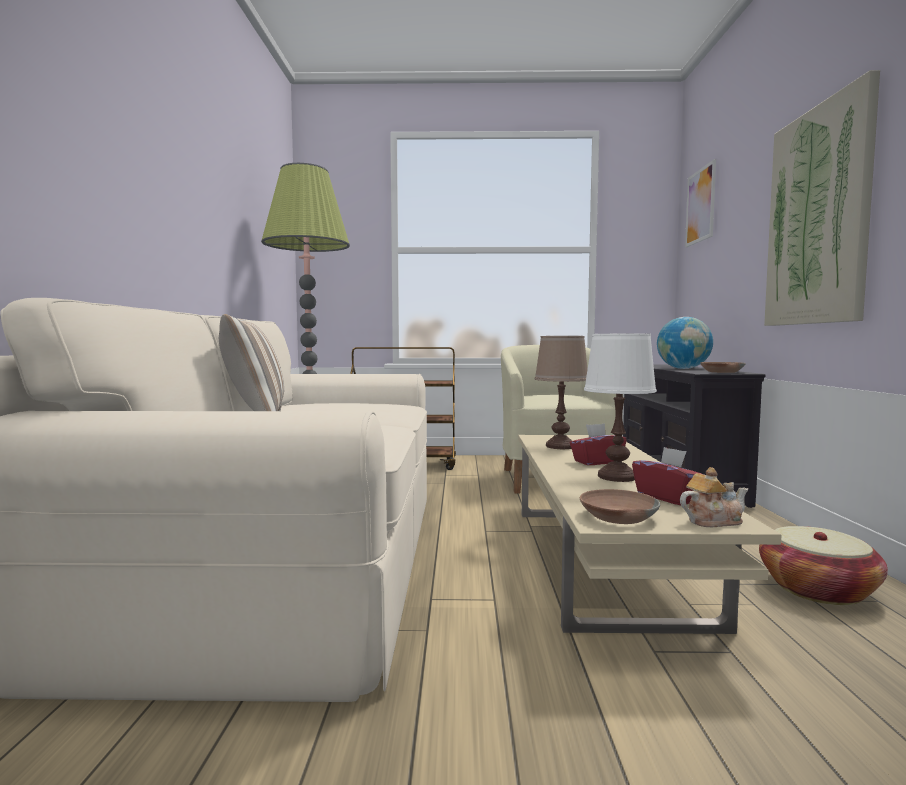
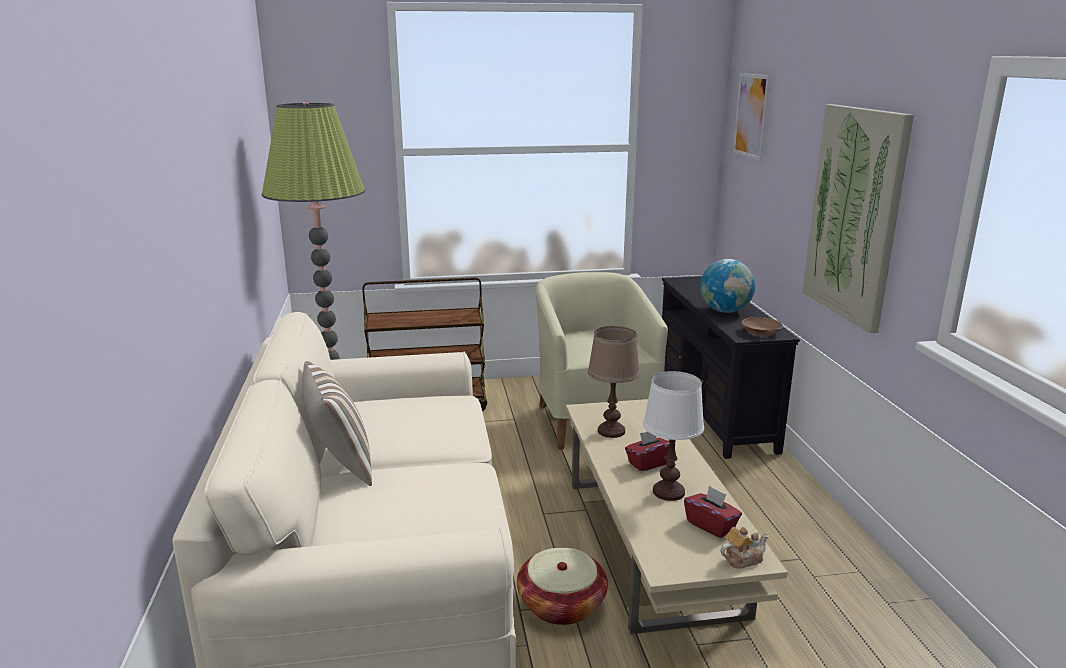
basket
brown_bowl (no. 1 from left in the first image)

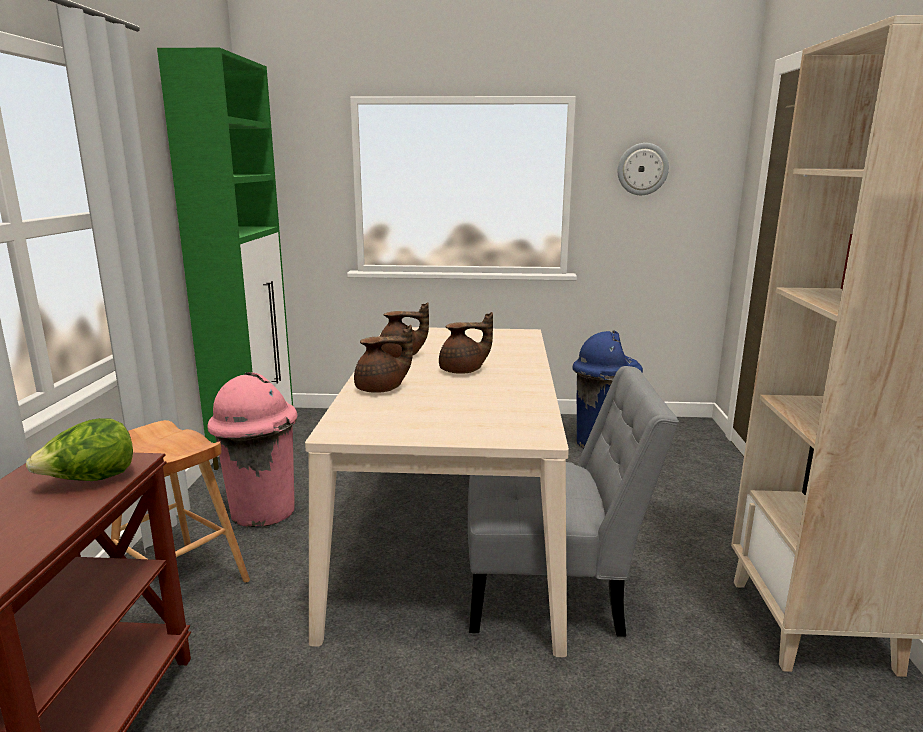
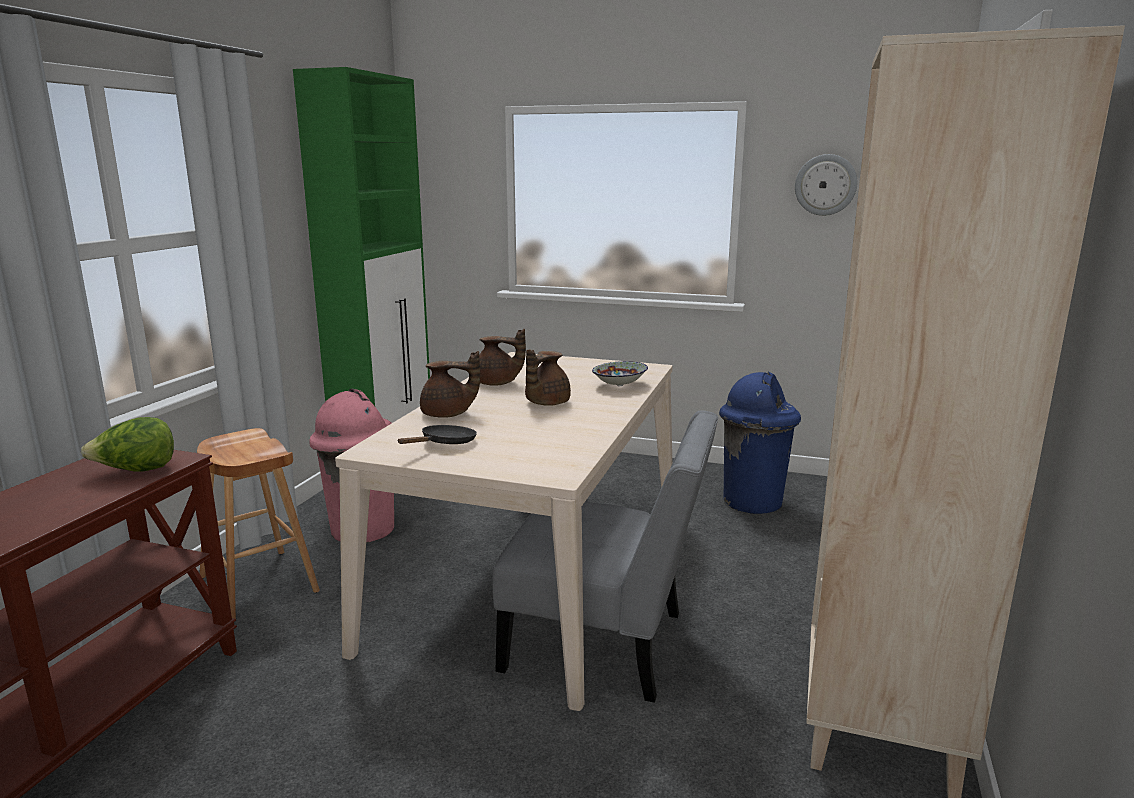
black_frying_pan
brown_teapot (no. 3 from left)
bowl

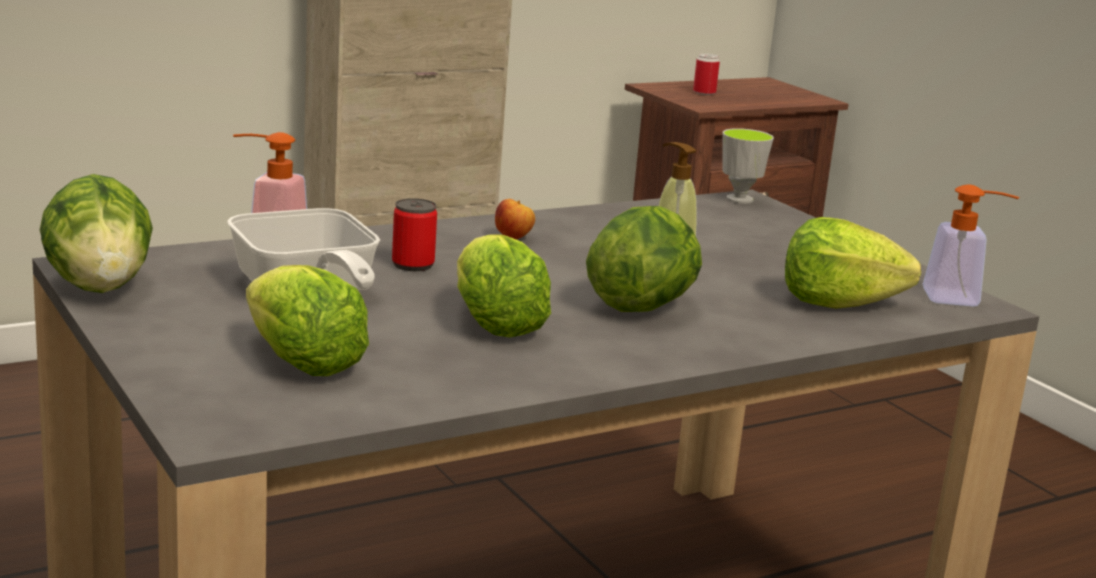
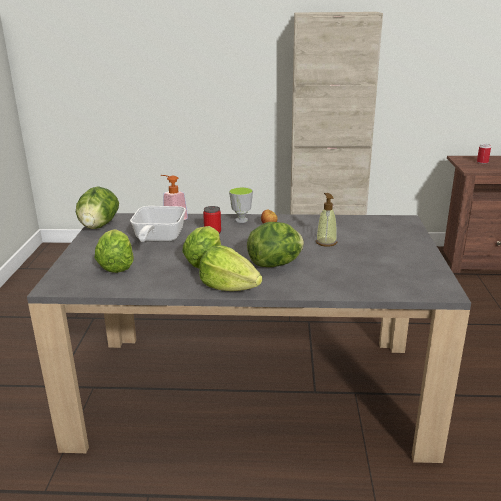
lettuce (no. 4 from left)
cup
soap_dispenser (no. 3 from left in the first image)

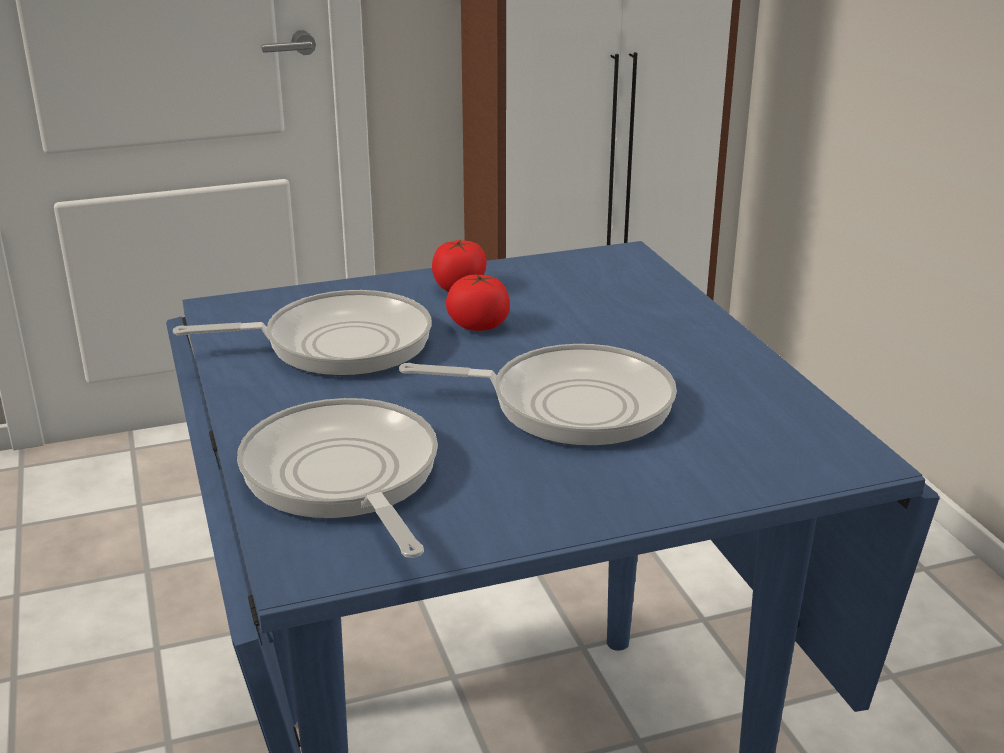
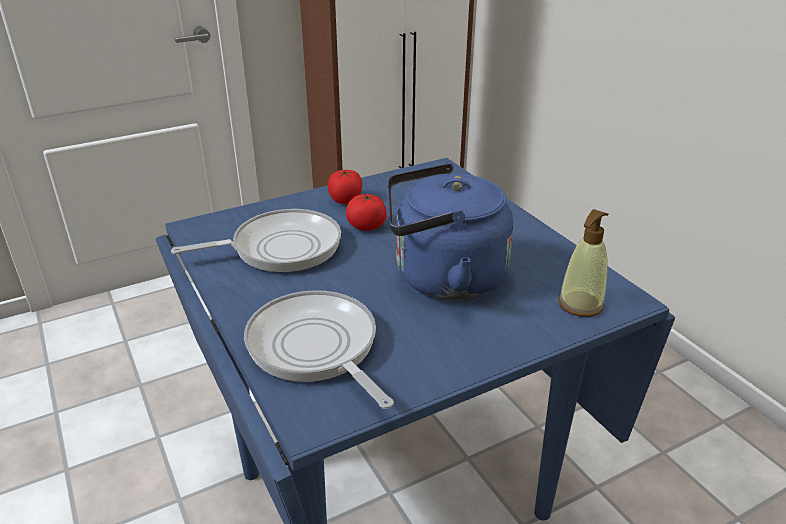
blue_kettle
soap_dispenser

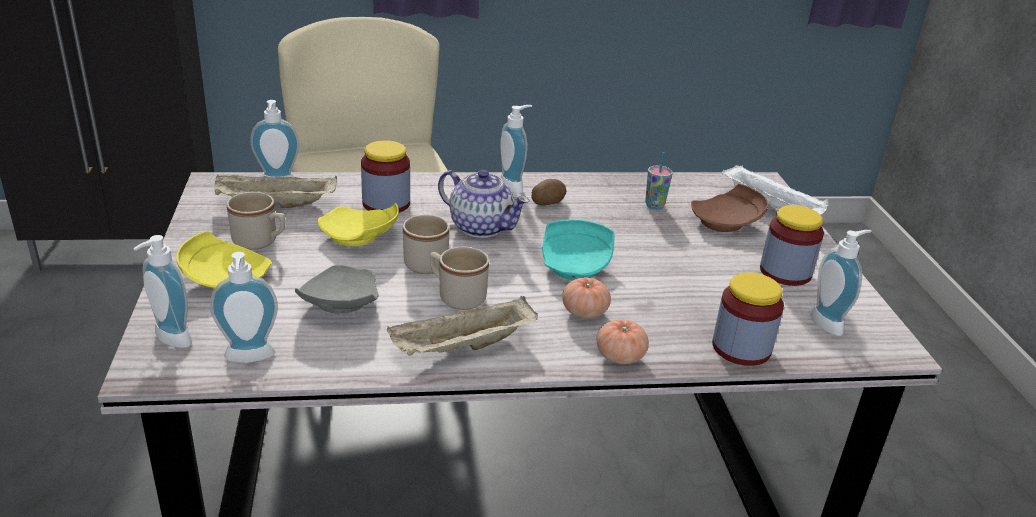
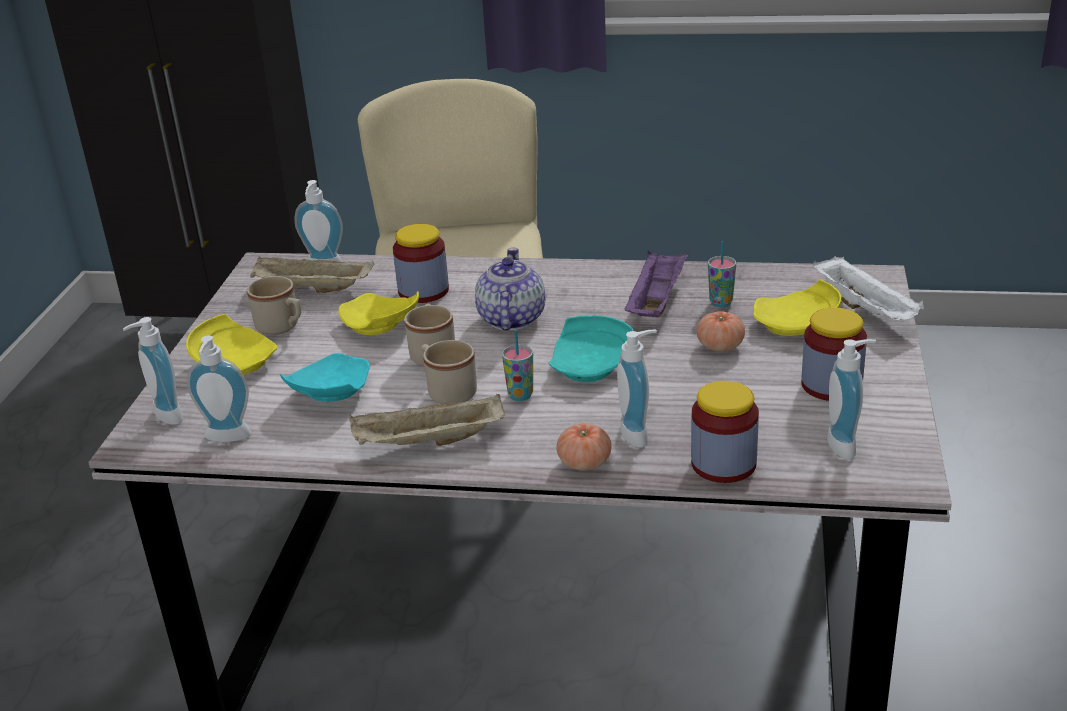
turquoise_plate (no. 1 from left)
teapot
cup (no. 1 from left)
soap_dispenser (no. 4 from left)
purple_tray
tomato (no. 2 from left)
yellow_plate (no. 3 from left)
potato

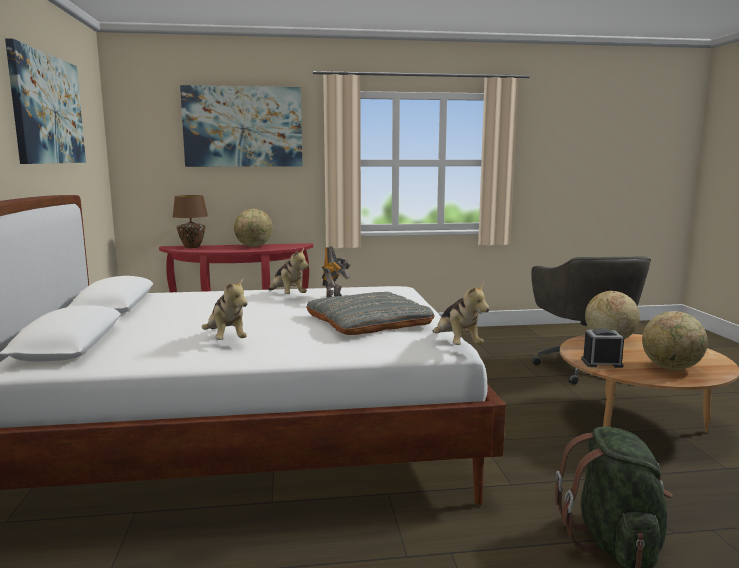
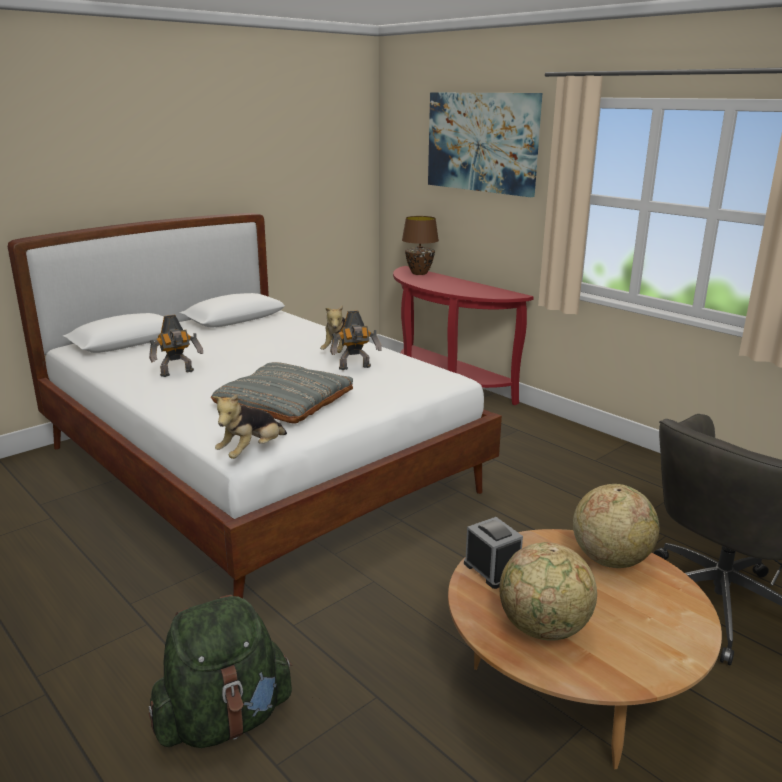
toy_robot (no. 1 from left)
picture (no. 1 from left in the first image)
globe (no. 1 from left in the first image)

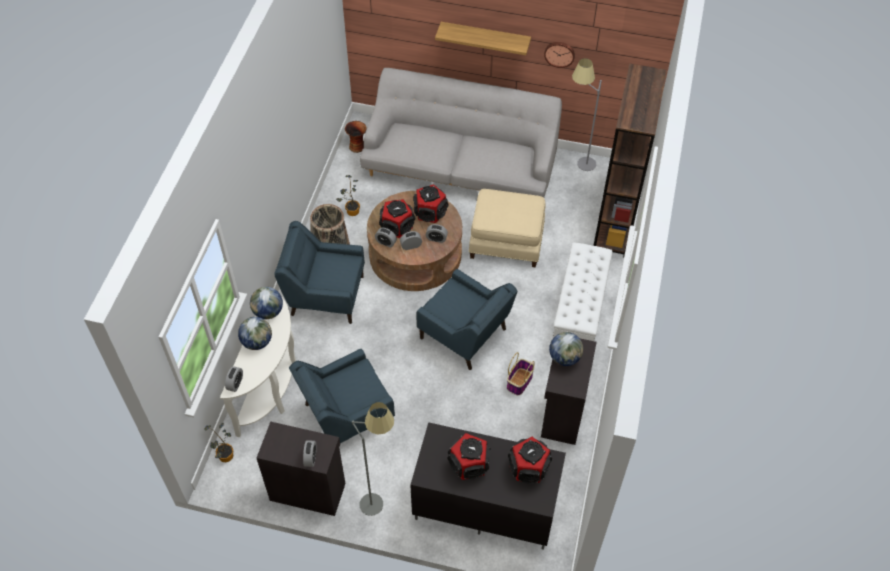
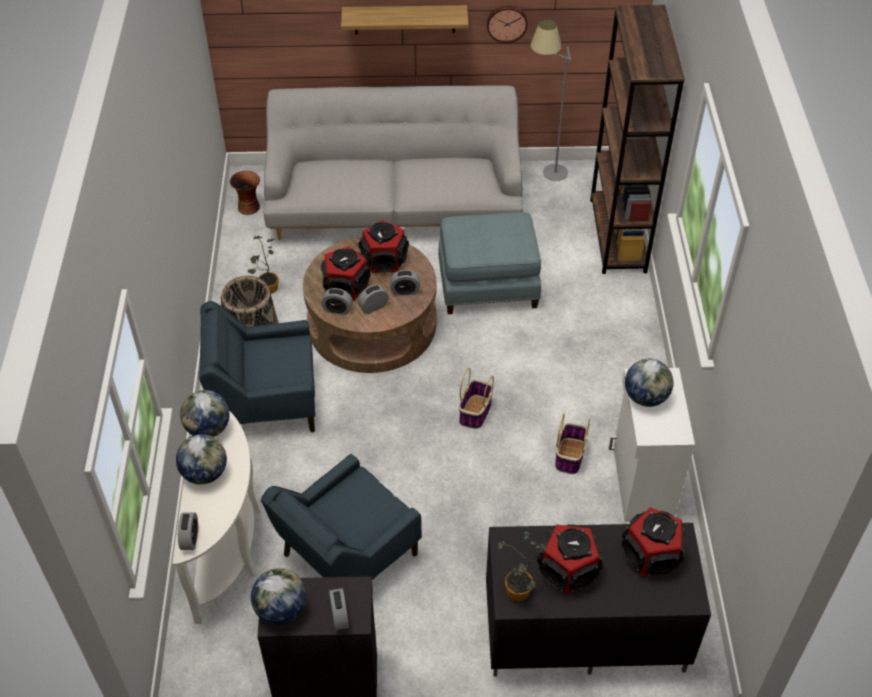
globe (no. 3 from left)
blue_ottoman
basket (no. 2 from left)
potted_plant (no. 2 from left)
white_cabinet
grey_floor_lamp (no. 1 from left in the first image)
white_bench

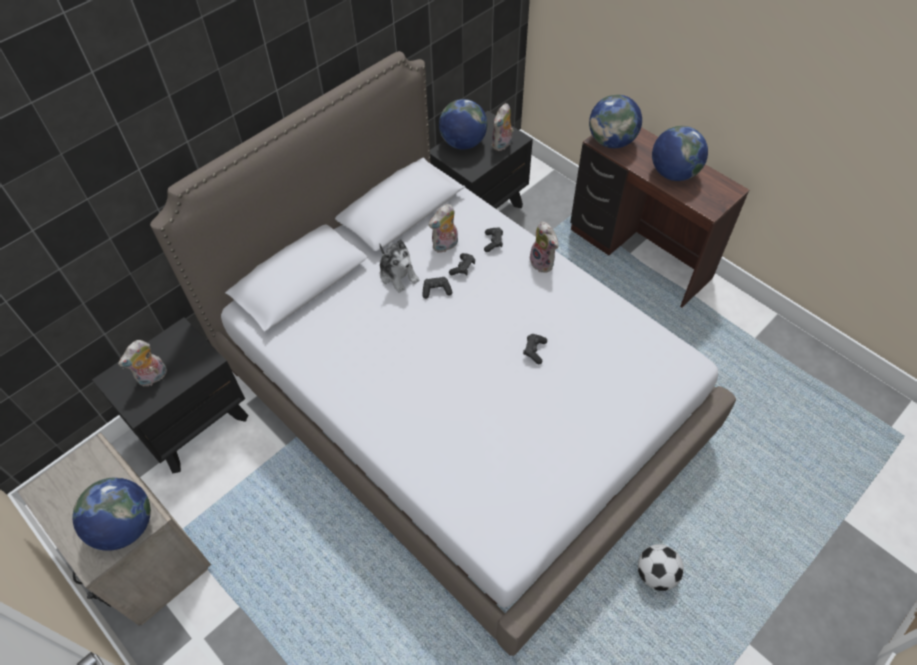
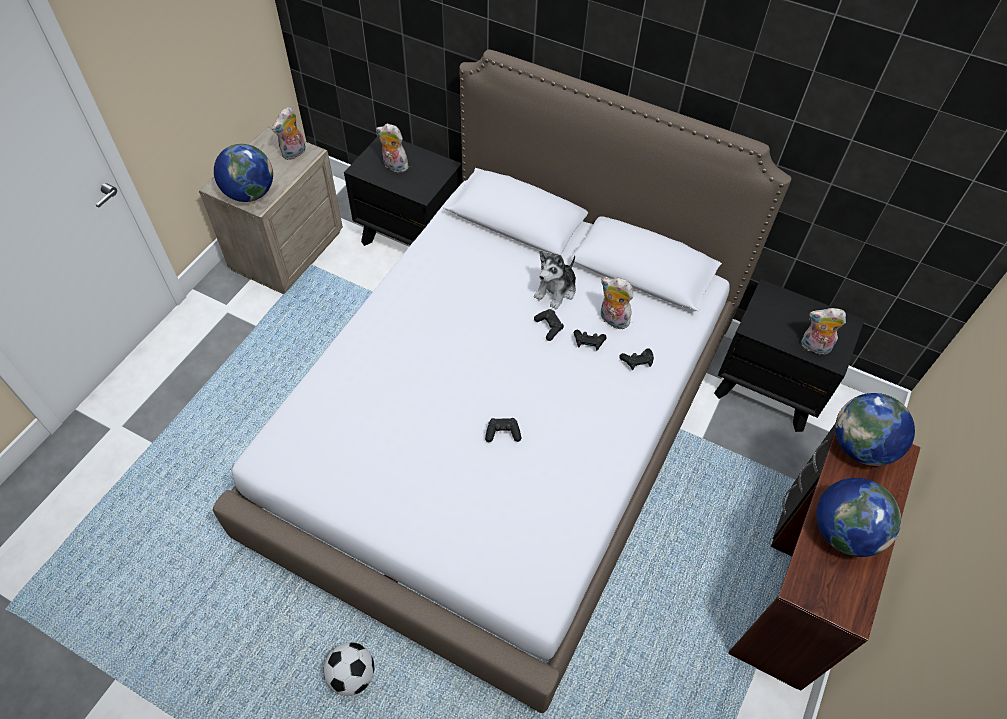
plush_toy (no. 1 from left)
globe (no. 2 from left in the first image)

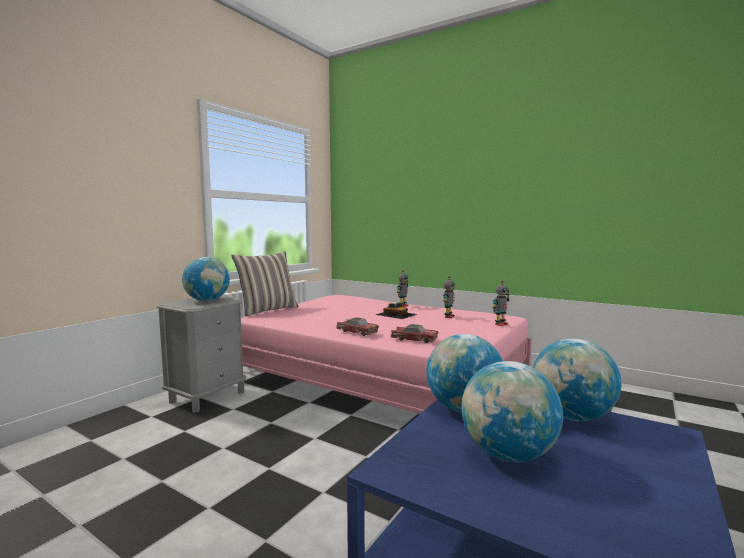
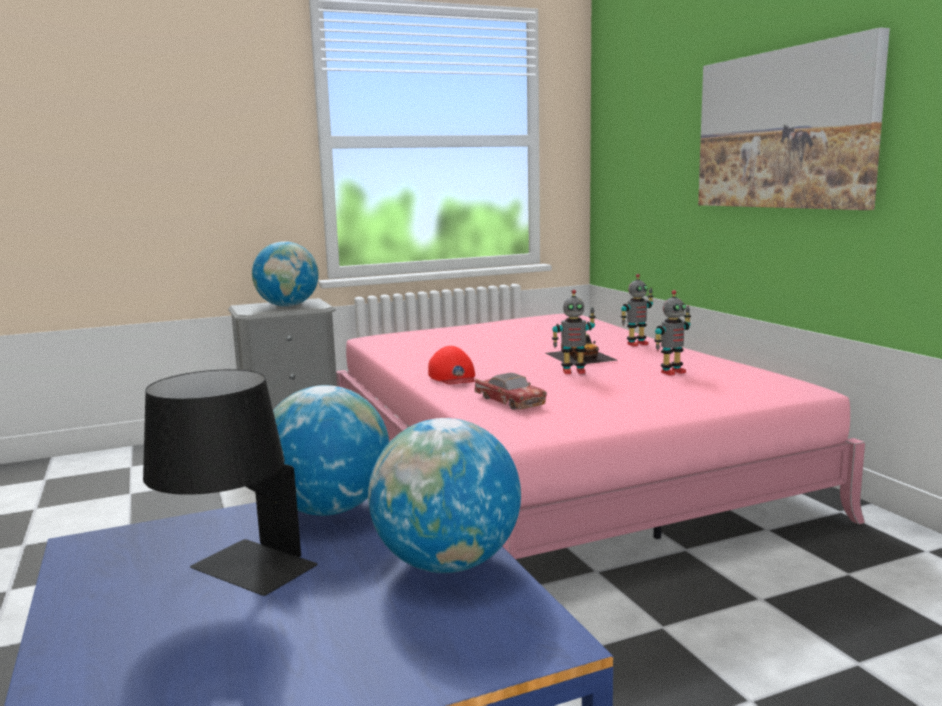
black_table_lamp
red_cap
toy_robot (no. 1 from left)
picture
pillow

